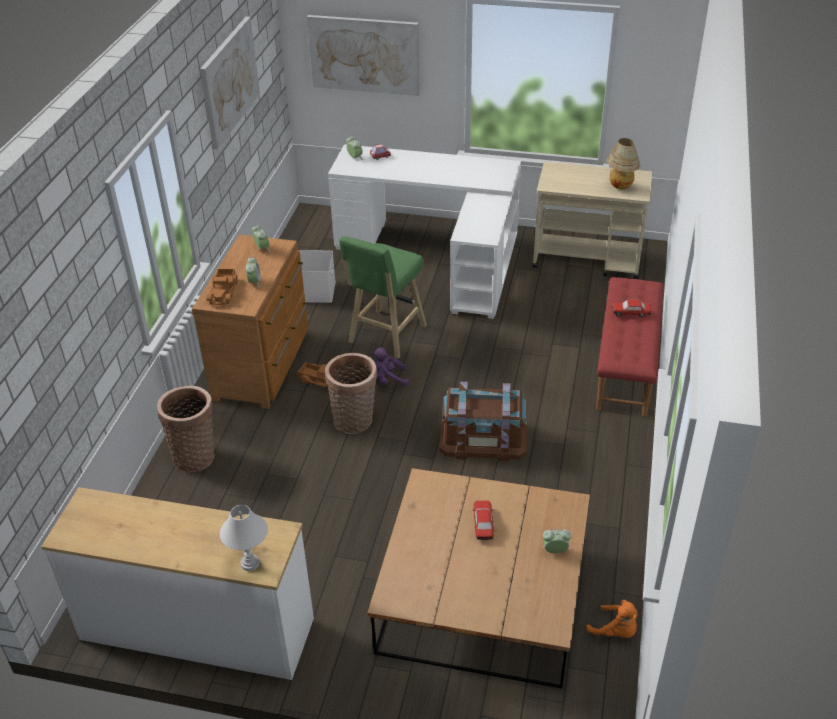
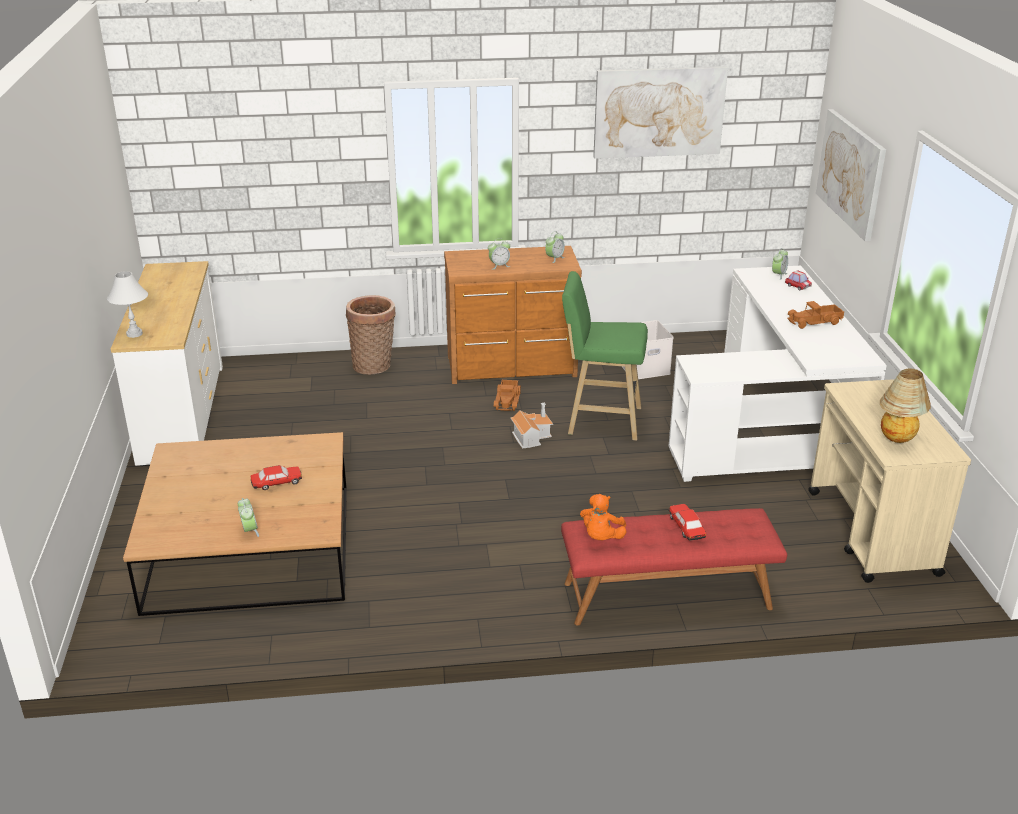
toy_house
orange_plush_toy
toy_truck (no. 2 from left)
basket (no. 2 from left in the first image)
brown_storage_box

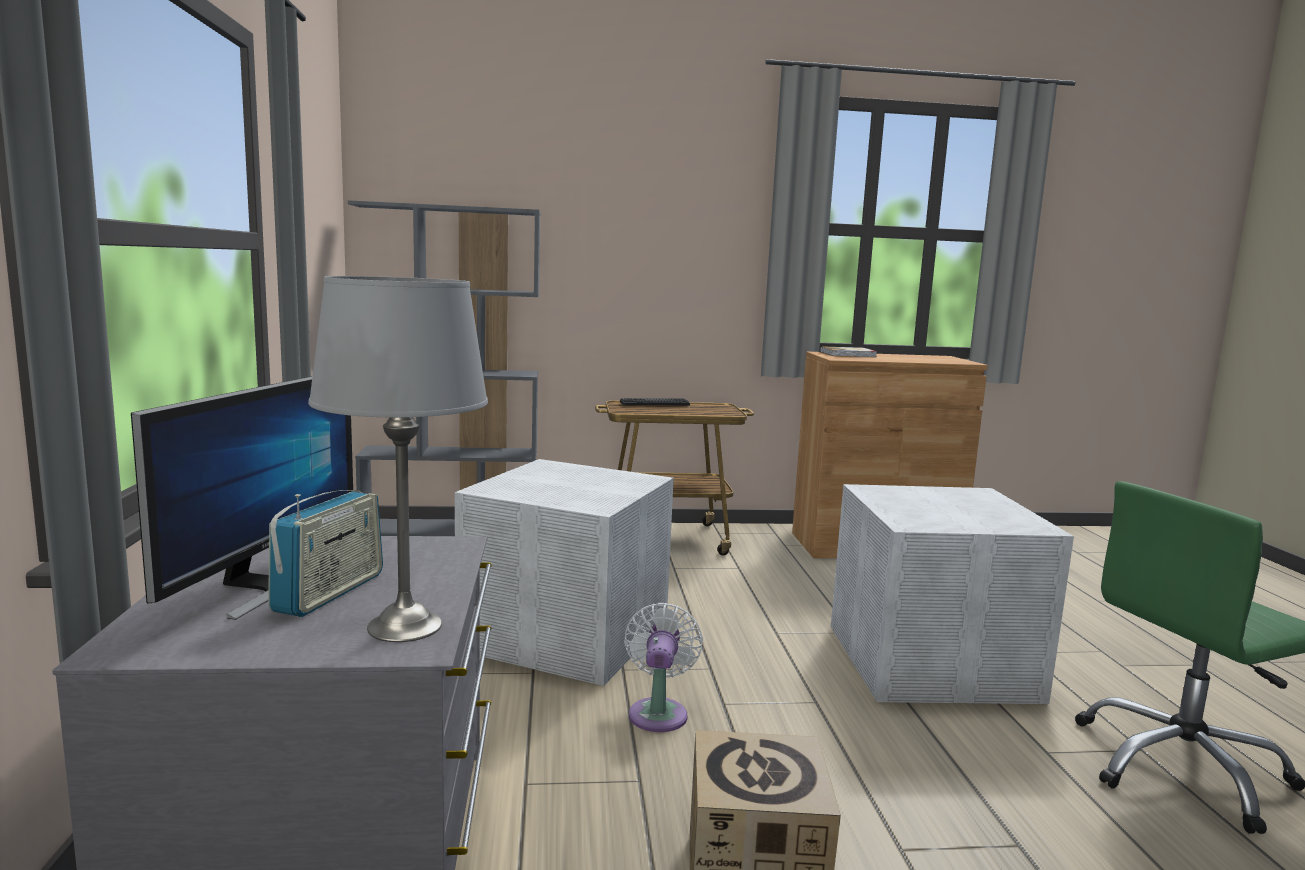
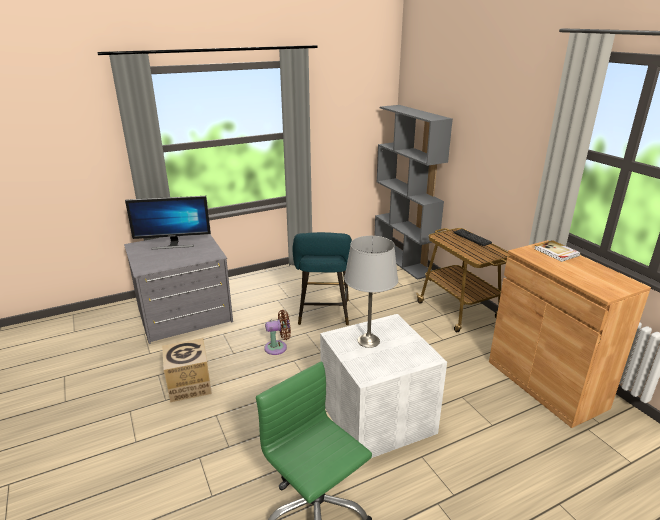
brown_fan
turquoise_stool
grey_table_lamp
radio

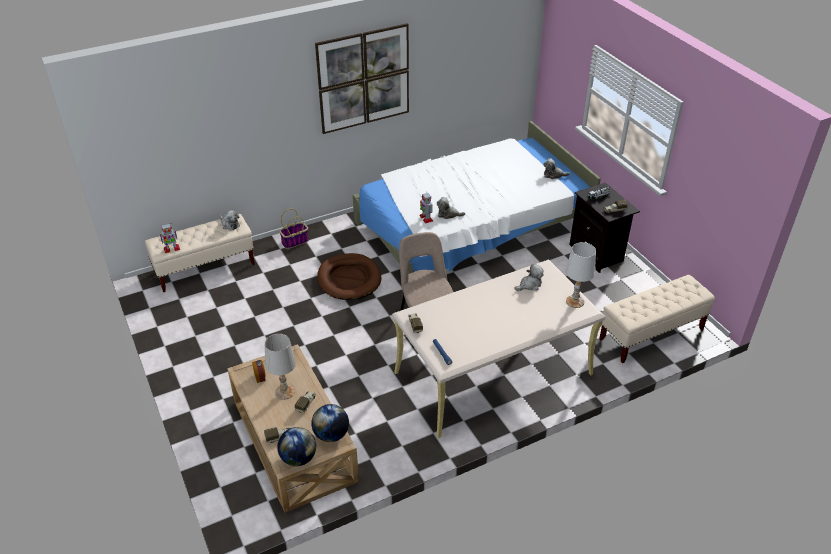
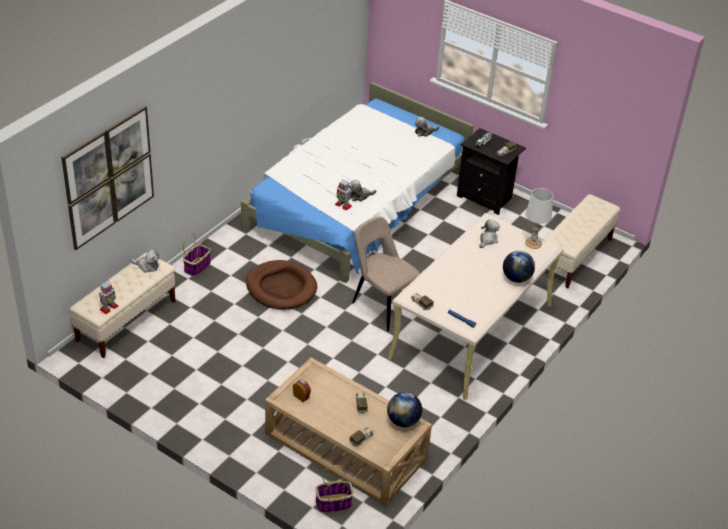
picture
basket (no. 2 from left)
globe (no. 2 from left)
white_table_lamp (no. 1 from left in the first image)

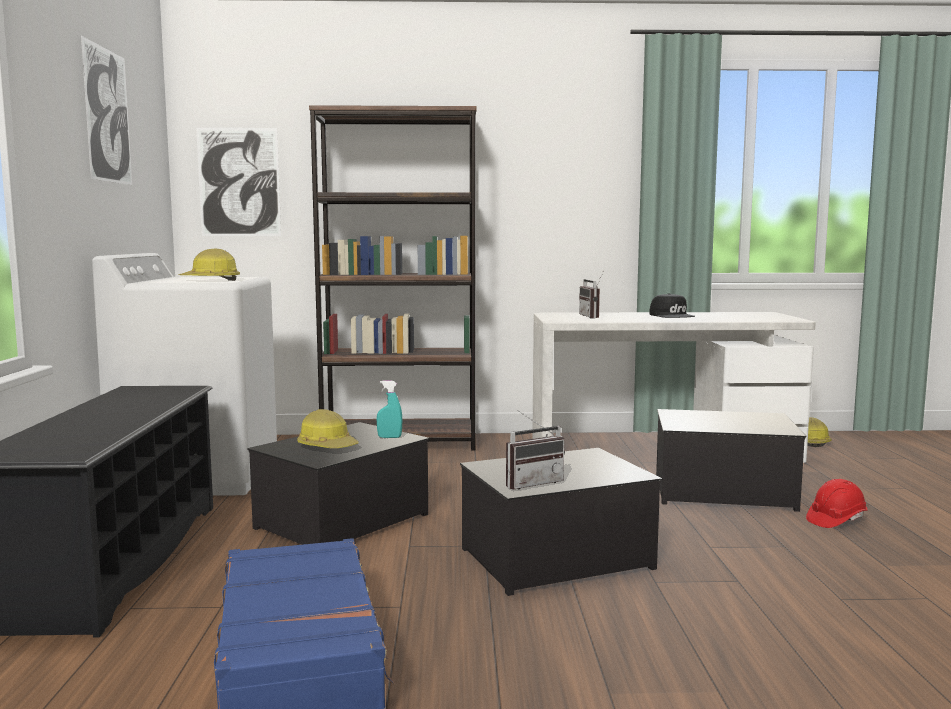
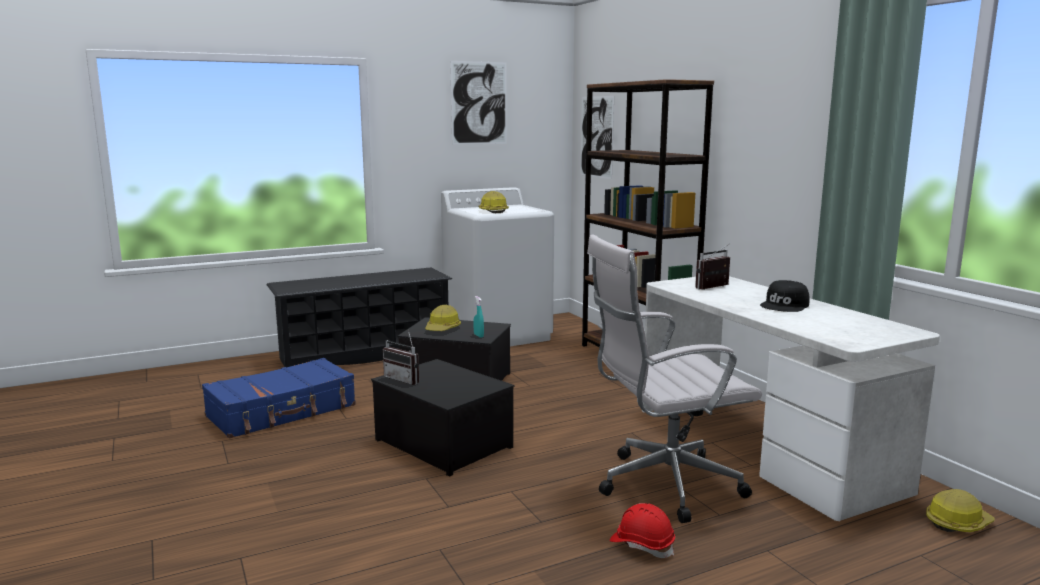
white_office_chair

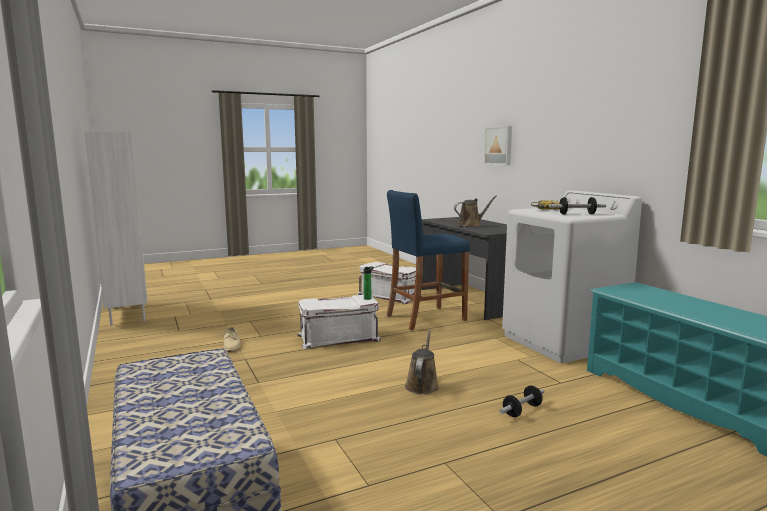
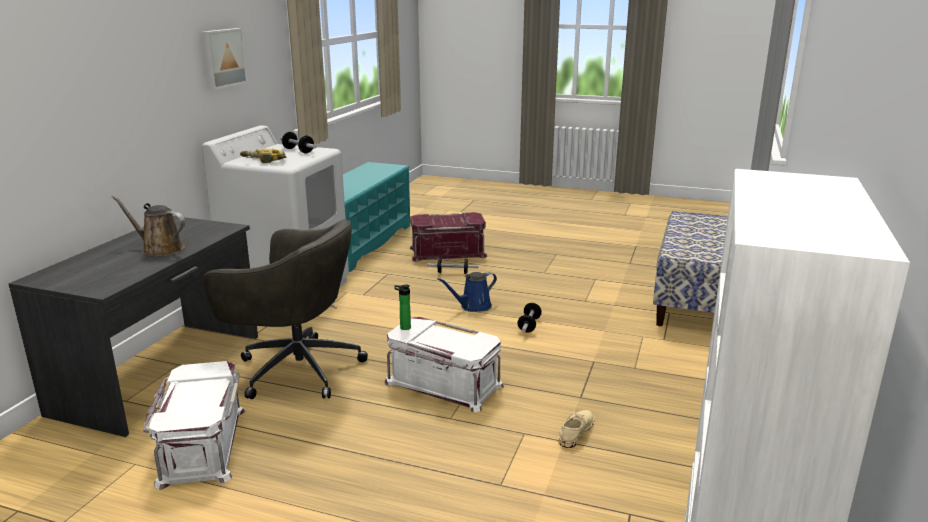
picture
grey_office_chair
red_storage_box
blue_watering_can
dumbbell (no. 3 from left)

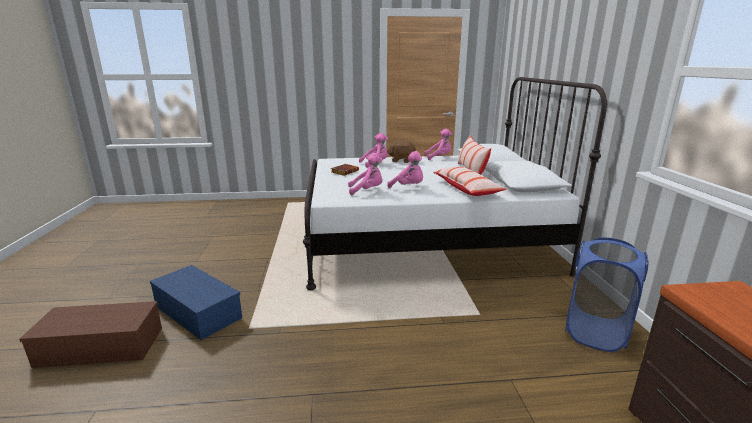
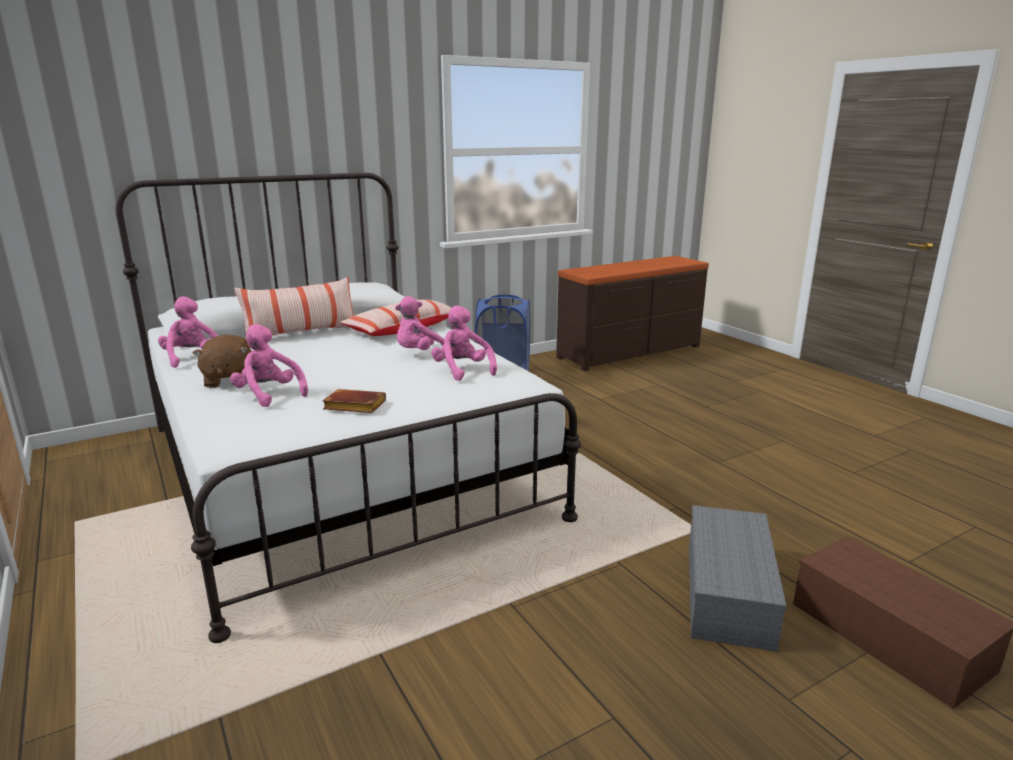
pink_plush_toy (no. 3 from left)
grey_storage_box

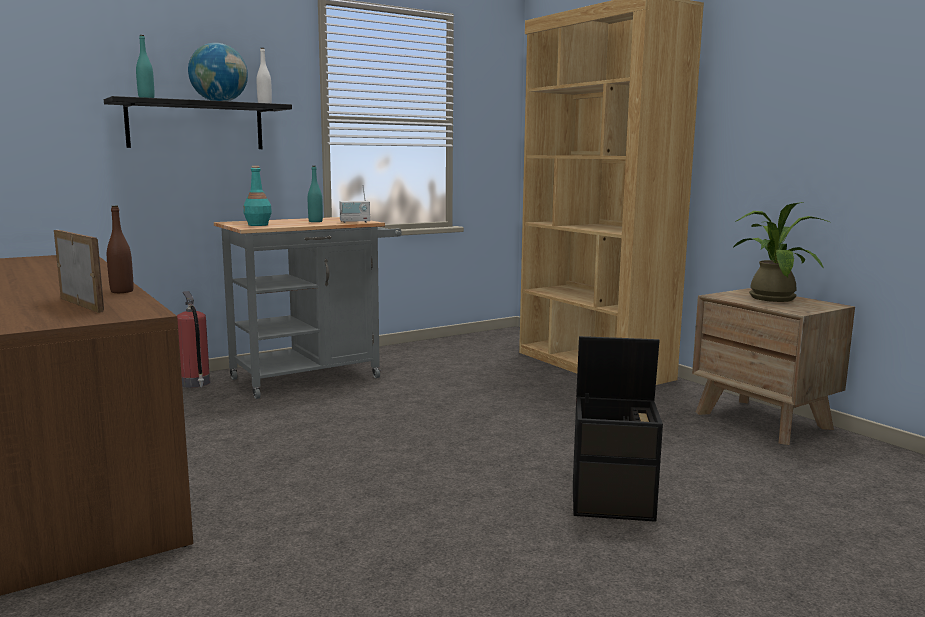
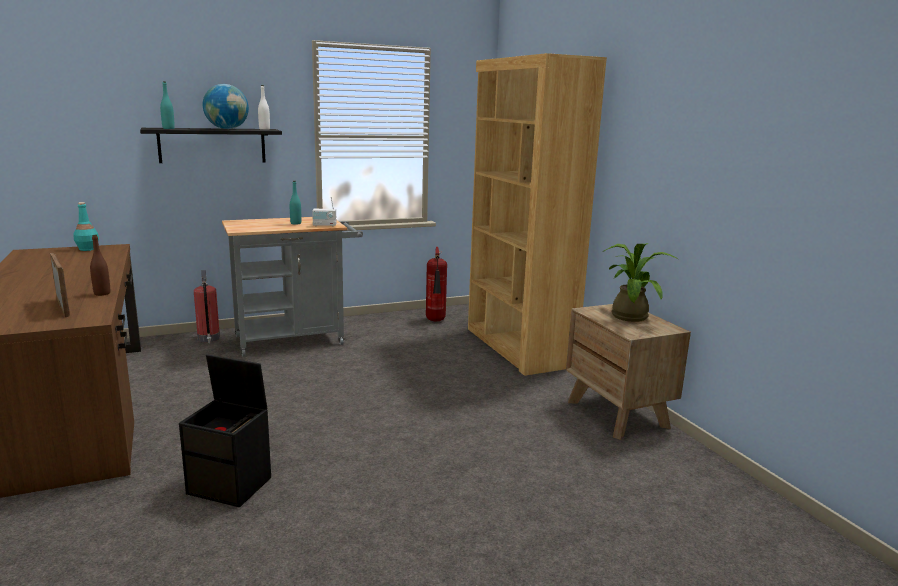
turquoise_bottle (no. 1 from left)
black_storage_box
fire_extinguisher (no. 2 from left)

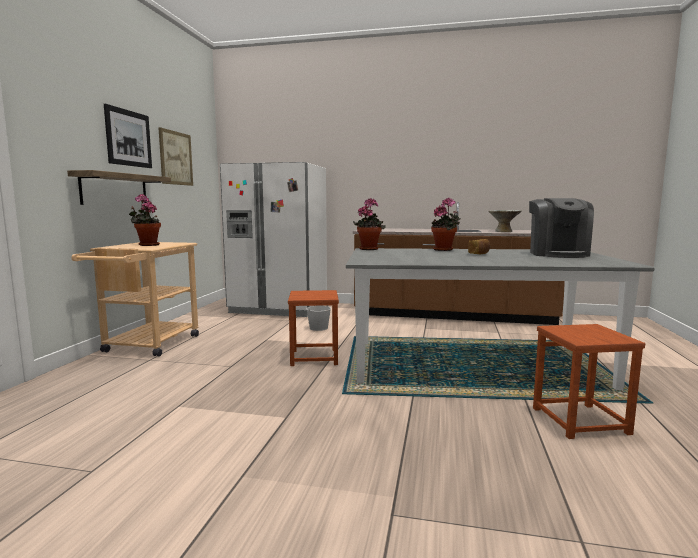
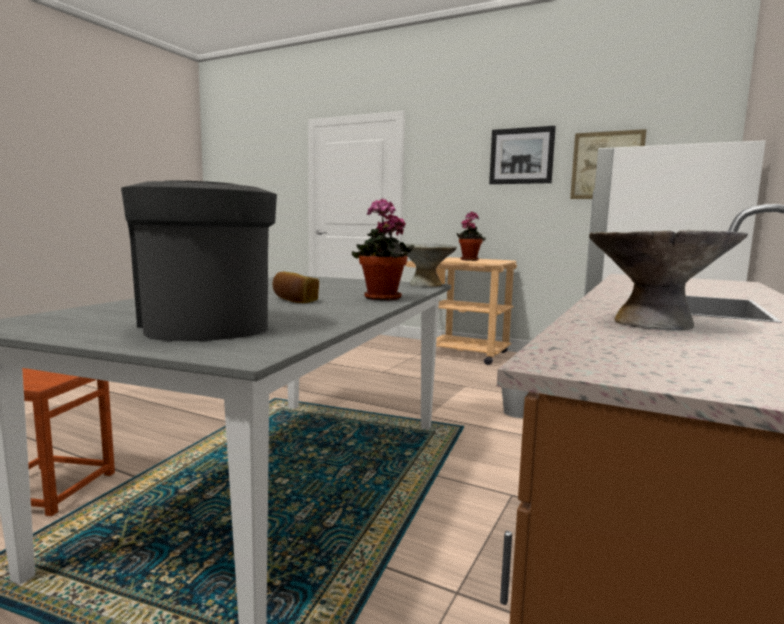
coffee_machine
grey_bowl (no. 1 from left)
shelf
brown_stool (no. 1 from left in the first image)

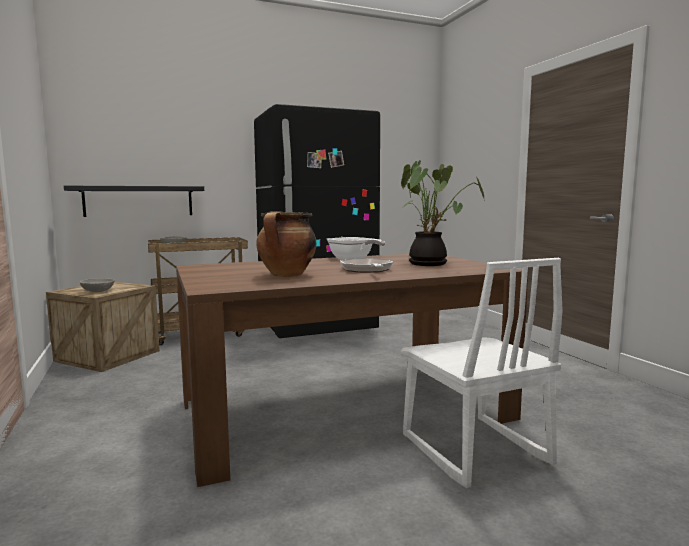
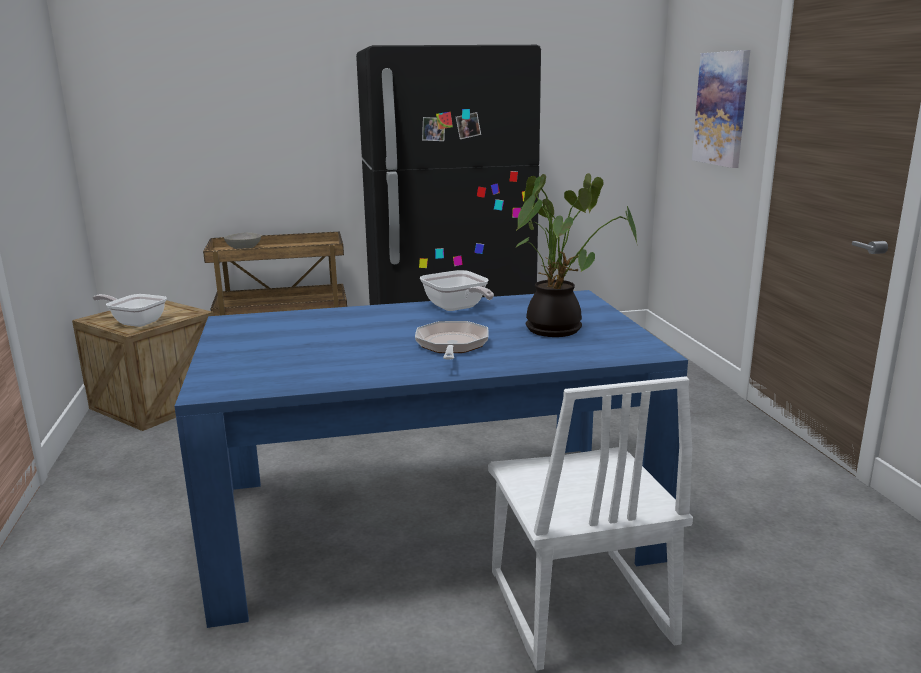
frying_pan (no. 1 from left)
blue_dining_table
picture
black_shelf
cooking_pot

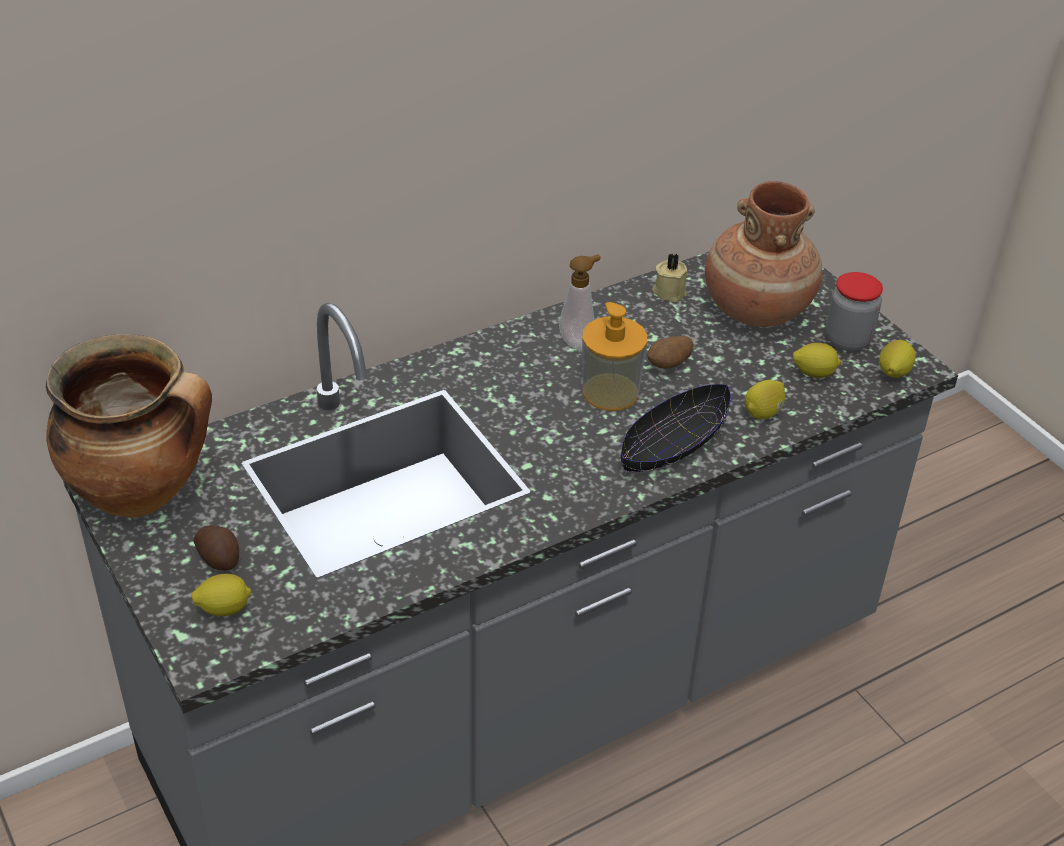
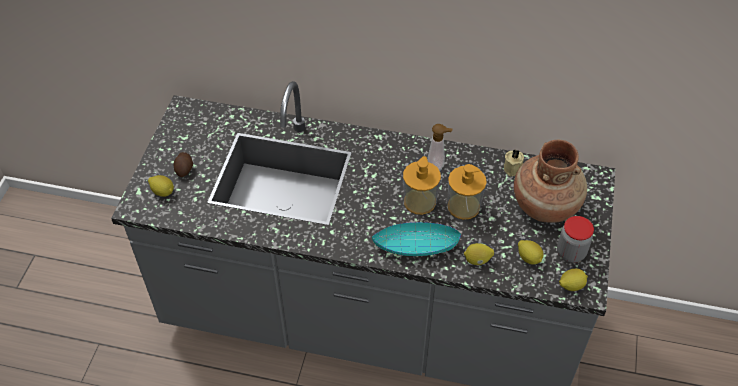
turquoise_bowl
soap_dispenser (no. 3 from left)
cooking_pot

